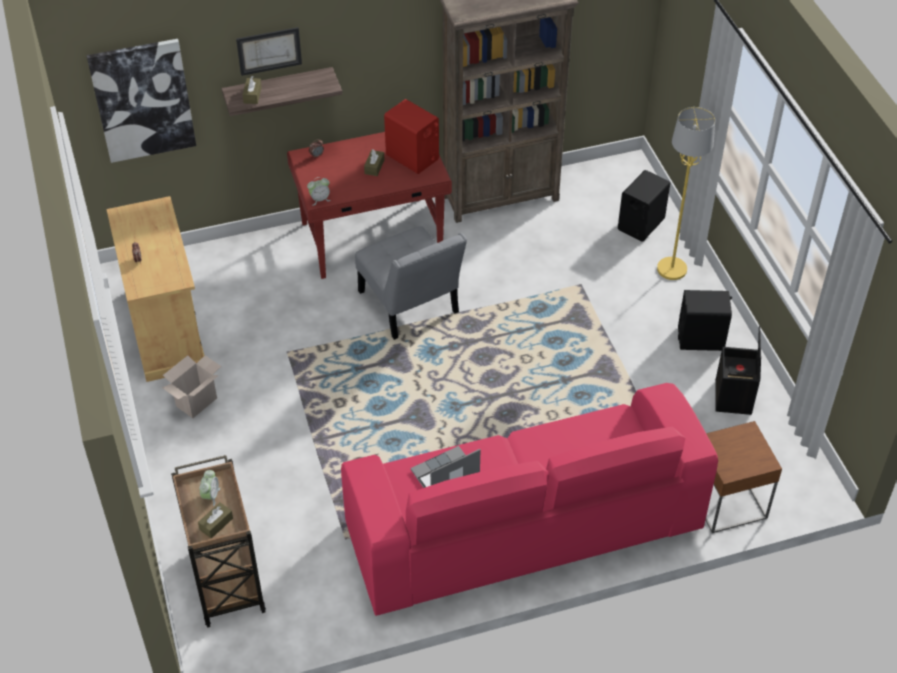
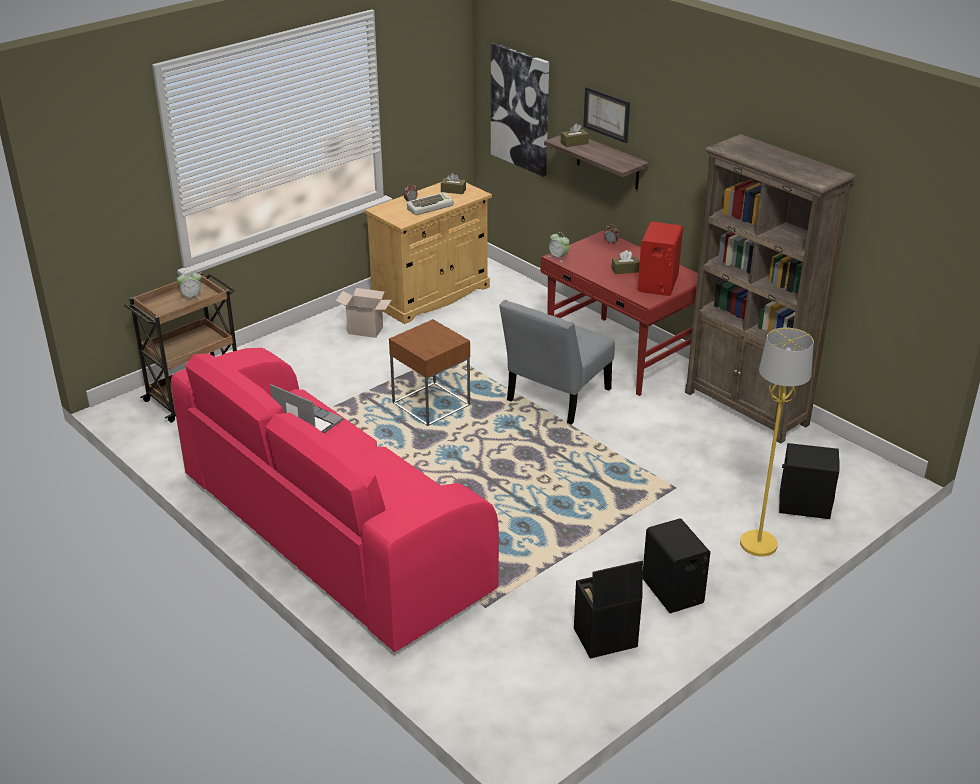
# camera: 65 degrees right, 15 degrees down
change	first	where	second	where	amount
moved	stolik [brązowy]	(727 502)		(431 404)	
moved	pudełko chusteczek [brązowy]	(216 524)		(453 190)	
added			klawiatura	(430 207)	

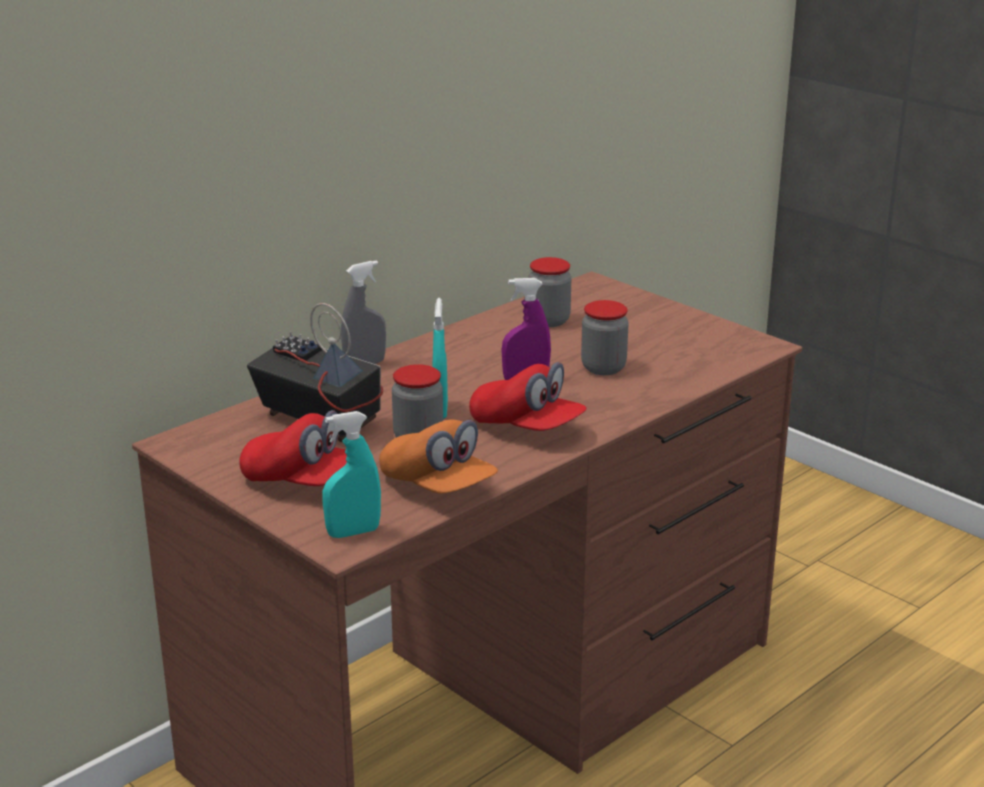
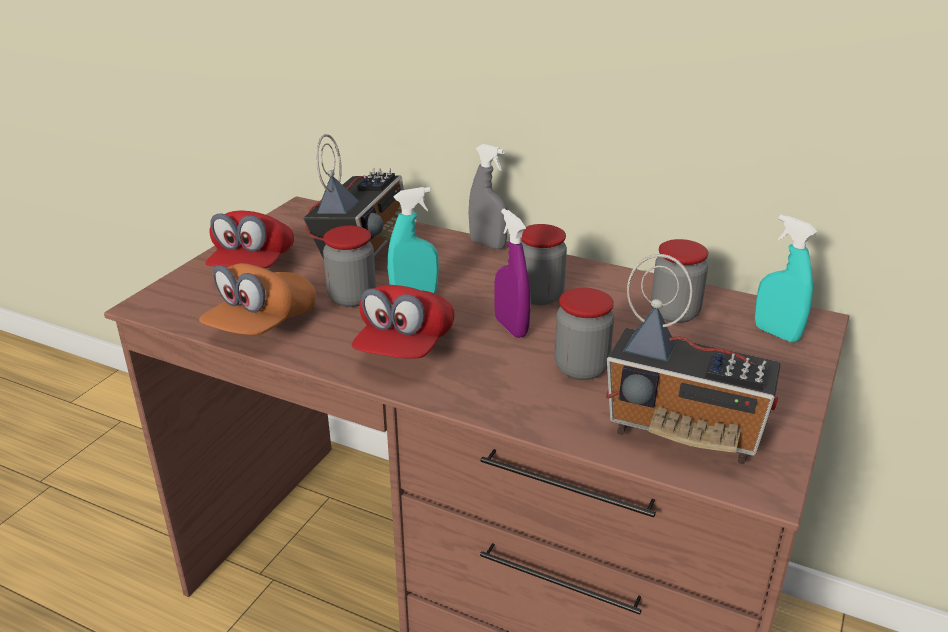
# camera: 70 degrees right, 5 degrees up
change	first	where	second	where	amount
moved	spryskiwacz [turkusowy]	(353 532)		(776 333)	
added			słoik	(539 296)	
added			radio	(685 431)	

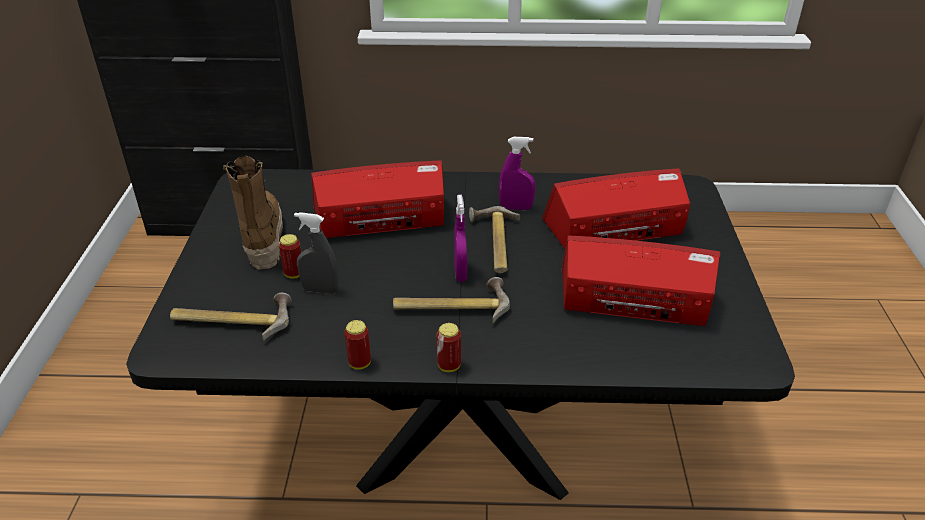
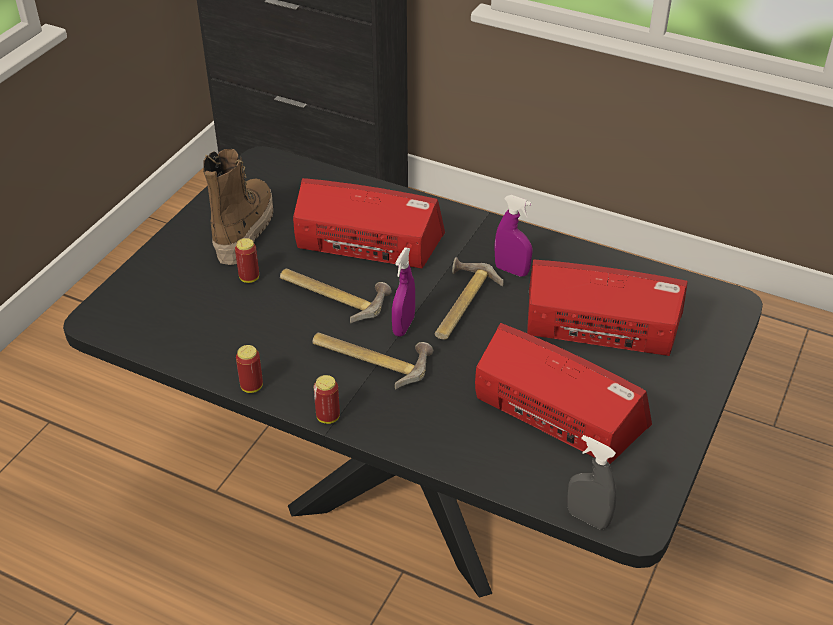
# camera: 25 degrees right, 5 degrees up
change	first	where	second	where	amount
moved	spryskiwacz [szary]	(320 290)		(587 518)	
moved	młotek	(233 320)		(333 295)	

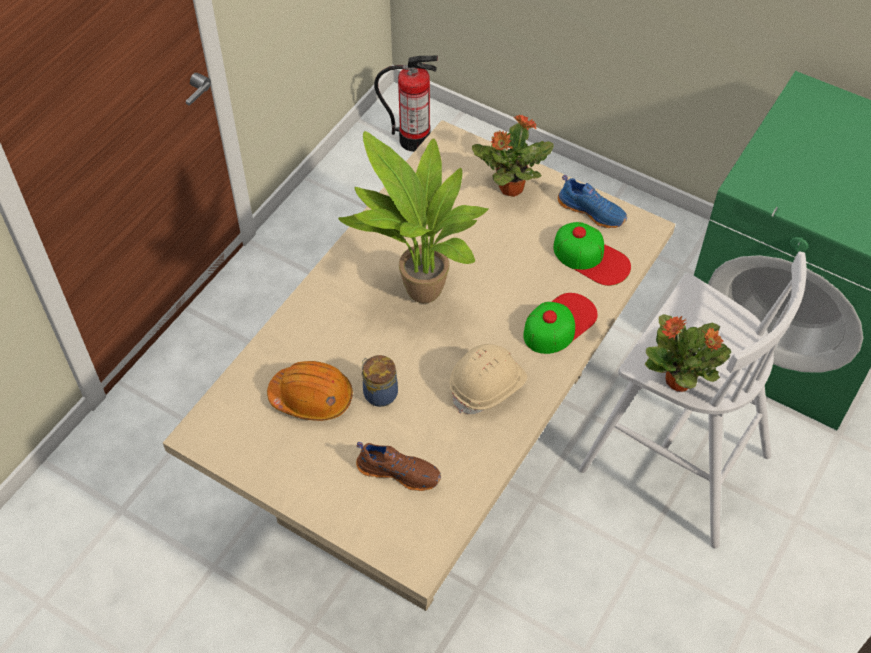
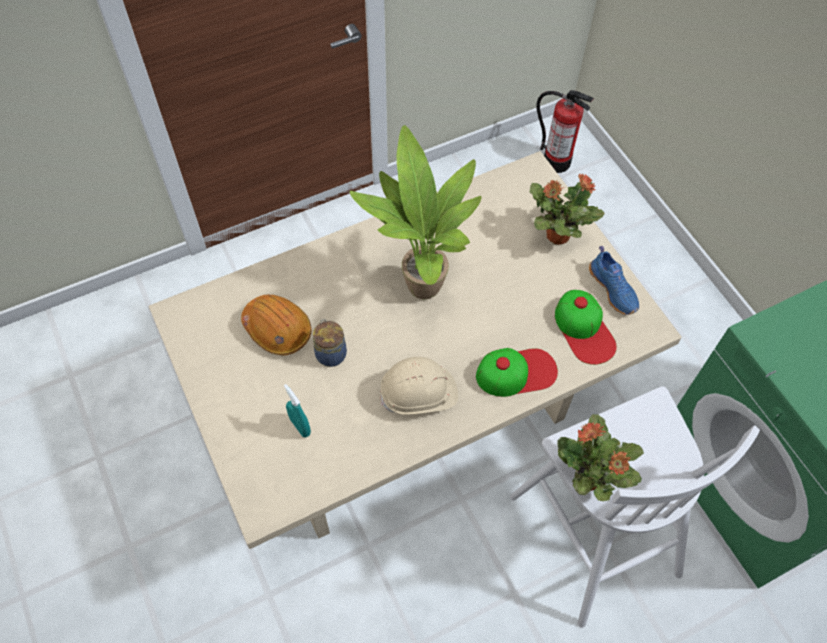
# camera: 30 degrees right, 5 degrees up
change	first	where	second	where	amount
replaced	but [brązowy]	(399 471)	spryskiwacz [turkusowy]	(300 426)	

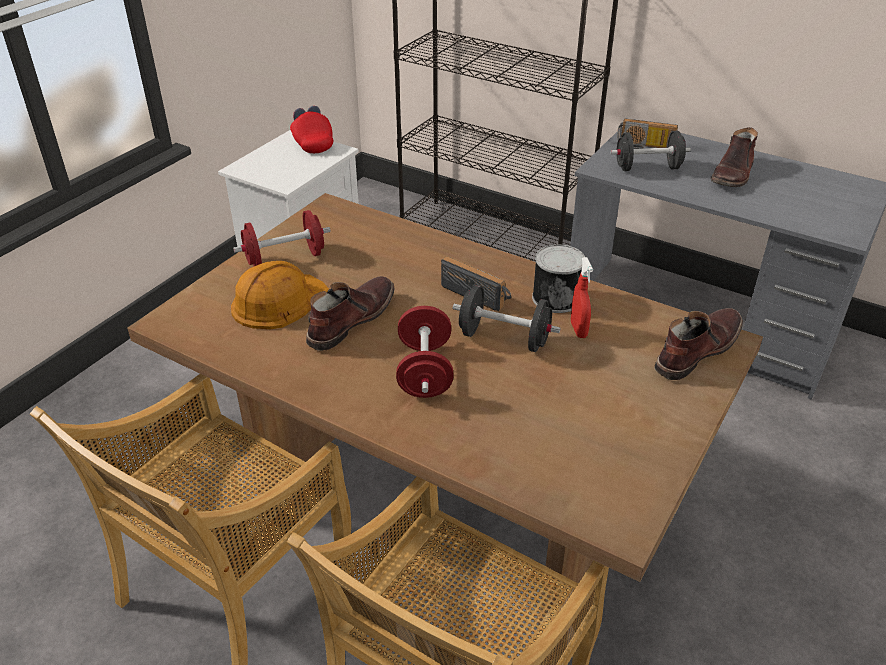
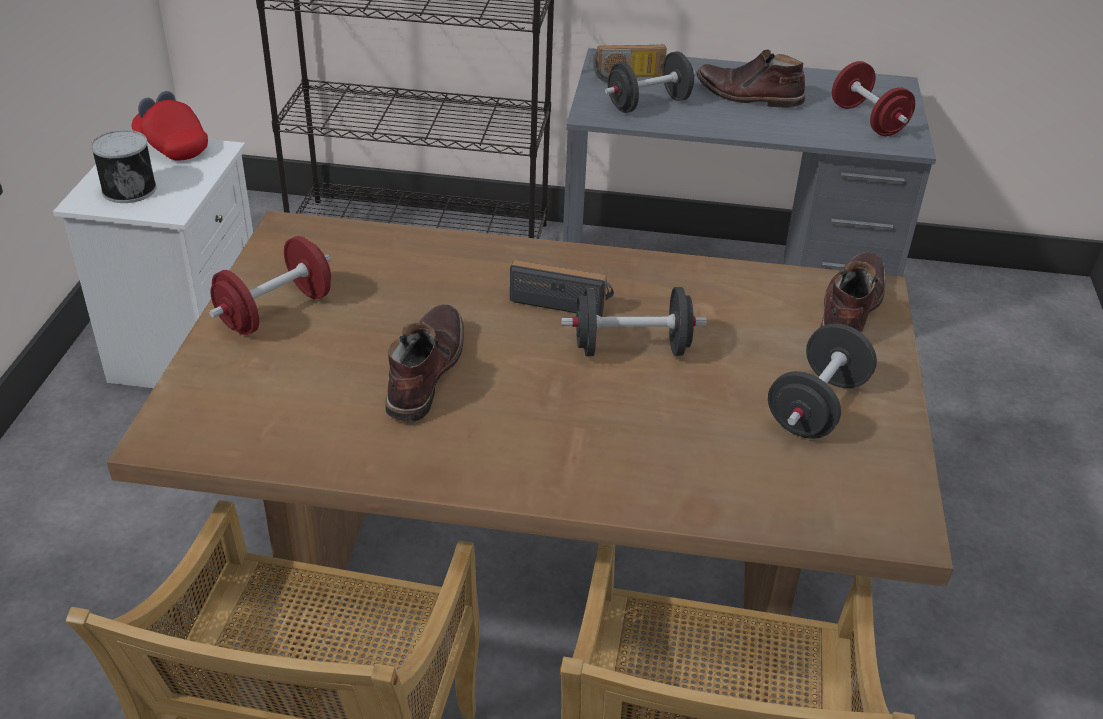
# camera: 25 degrees left, 0 degrees up
change	first	where	second	where	amount
turned	but z cholewką [brązowy]	(733 174)		(748 95)	105 degrees clockwise
moved	puszka	(556 297)		(129 189)	
removed	spryskiwacz [czerwony]	(578 330)			
removed	kask [pomarańczowy]	(279 301)			
moved	hantel [czerwony]	(425 371)		(868 120)	
added			hantel [czarny]	(816 407)	

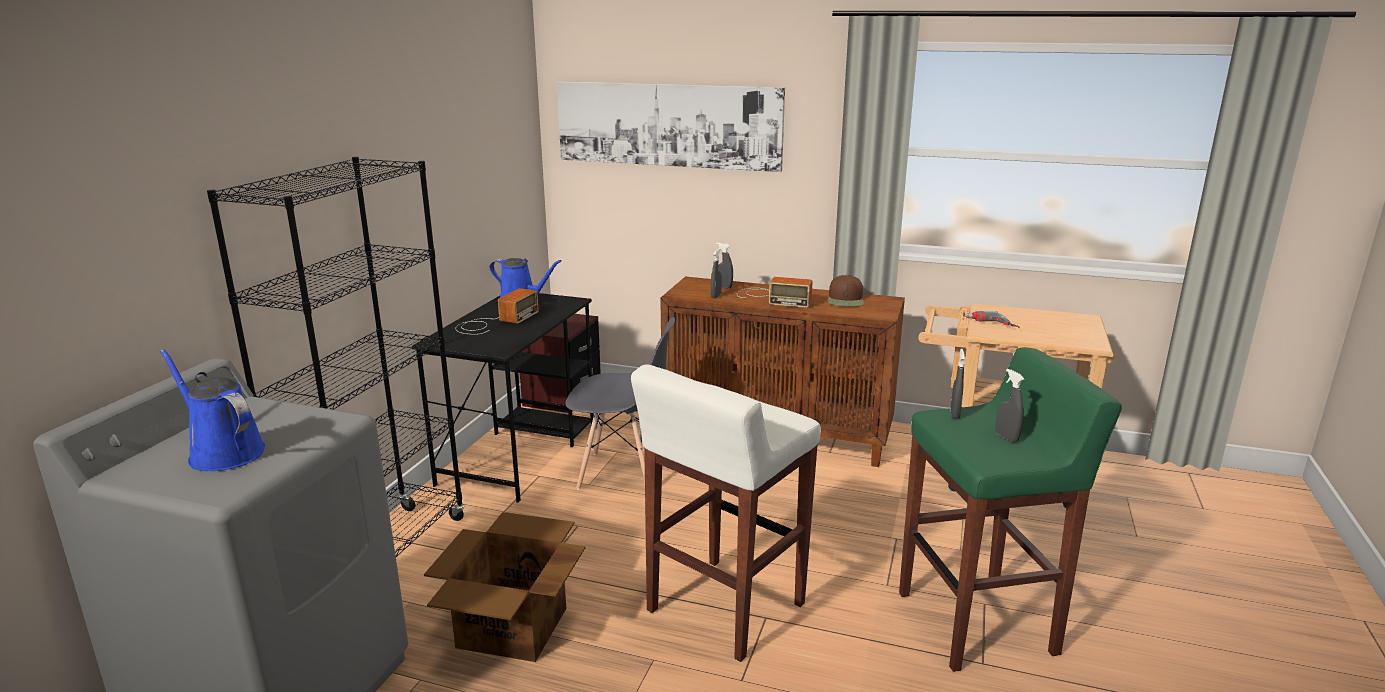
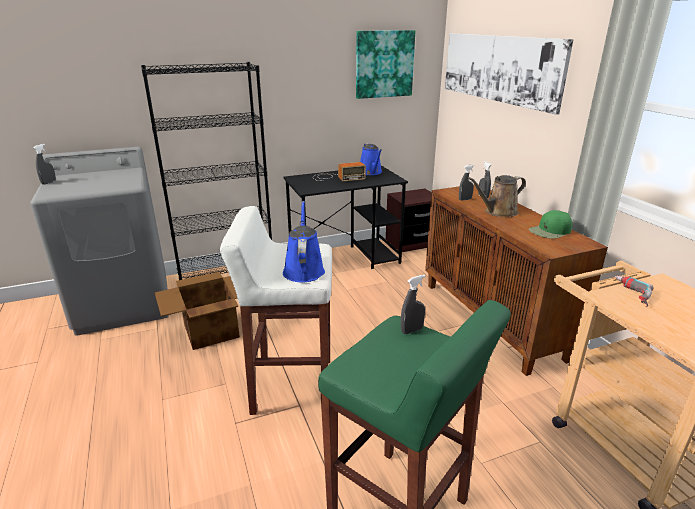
# camera: 50 degrees right, 5 degrees up
change	first	where	second	where	amount
recoloured	czapka z daszkiem [brązowy]	(845 300)	czapka z daszkiem [zielony]	(550 231)	
replaced	radio	(771 297)	konewka [brązowy]	(498 212)	
removed	krzesło [szary]	(622 473)			
moved	konewka [niebieski]	(223 452)		(303 270)	
moved	spryskiwacz [szary]	(1006 437)		(49 182)	
added			obraz	(384 64)	

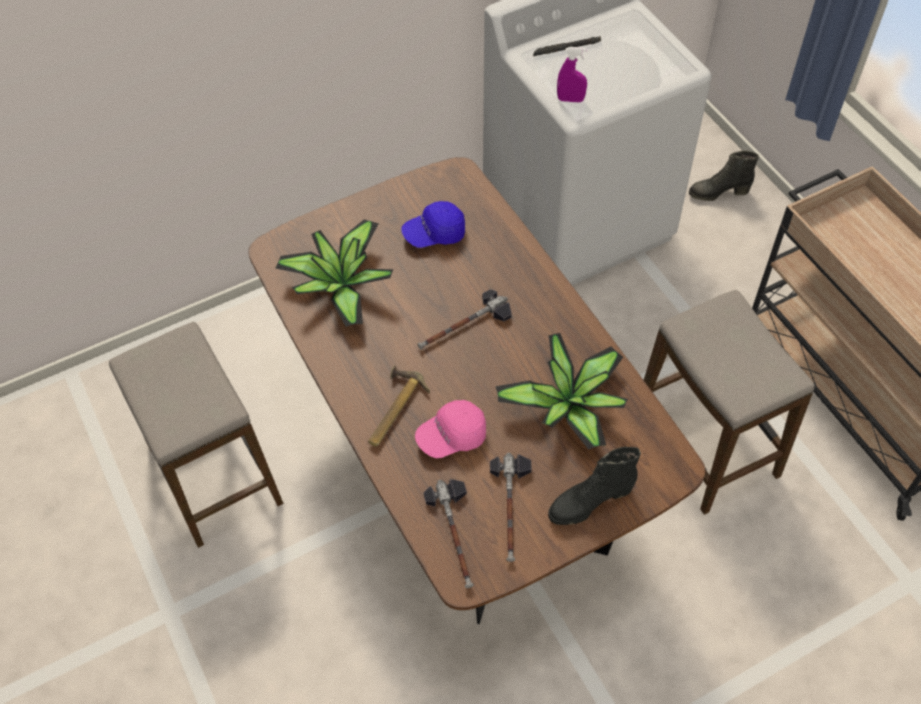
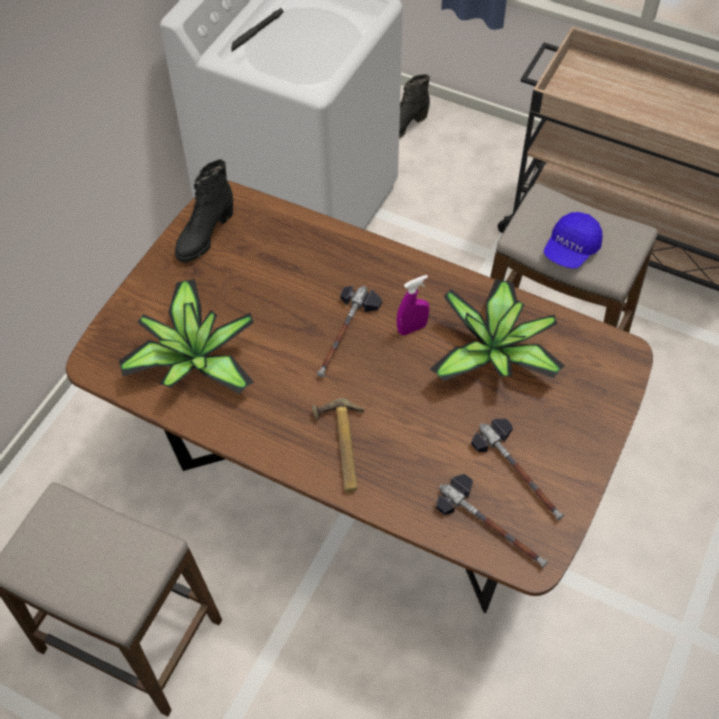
# camera: 35 degrees left, 0 degrees up
change	first	where	second	where	amount
moved	spryskiwacz [fioletowy]	(570 99)		(412 328)	
moved	czapka z daszkiem [niebieski]	(434 234)		(571 250)	
removed	czapka z daszkiem [różowy]	(452 436)			
moved	but z cholewką [czarny]	(590 502)		(205 235)	

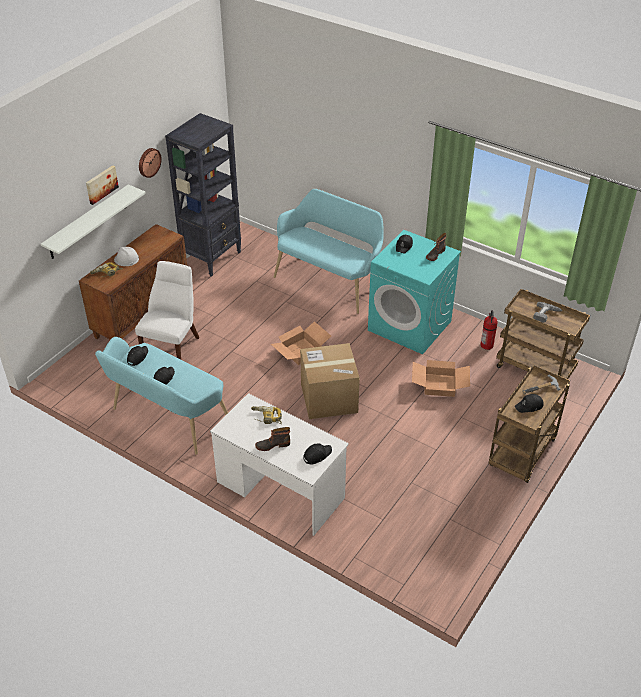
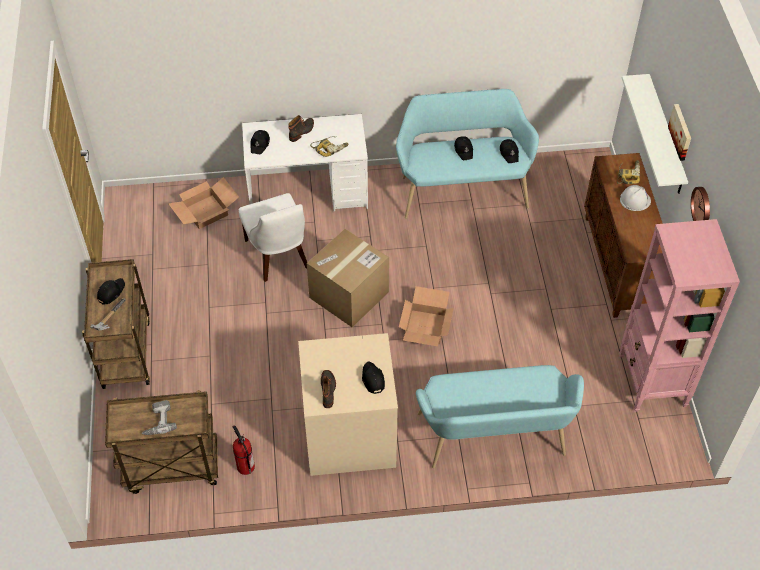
# camera: 140 degrees right, 10 degrees up
change	first	where	second	where	amount
recoloured	regał [czarny]	(212 257)	regał [różowy]	(652 381)	
recoloured	pralka [turkusowy]	(410 326)	pralka [beżowy]	(348 436)	
moved	krzesło [biały]	(173 347)		(278 256)	
moved	karton	(439 385)		(206 211)	

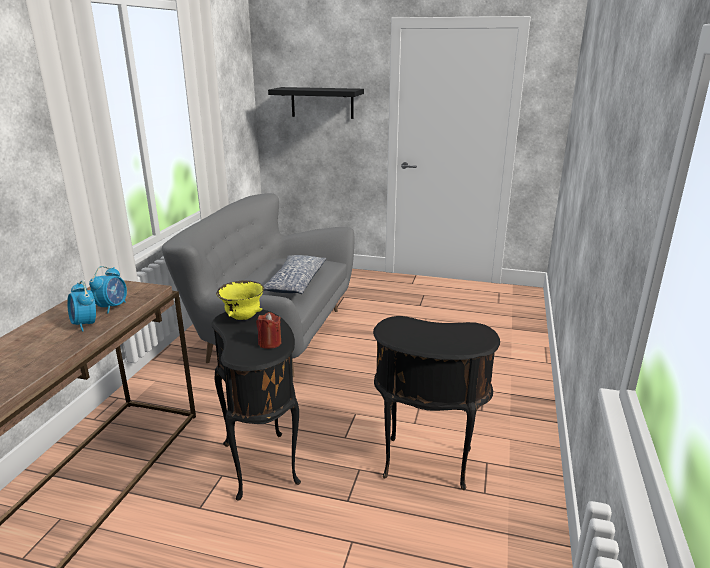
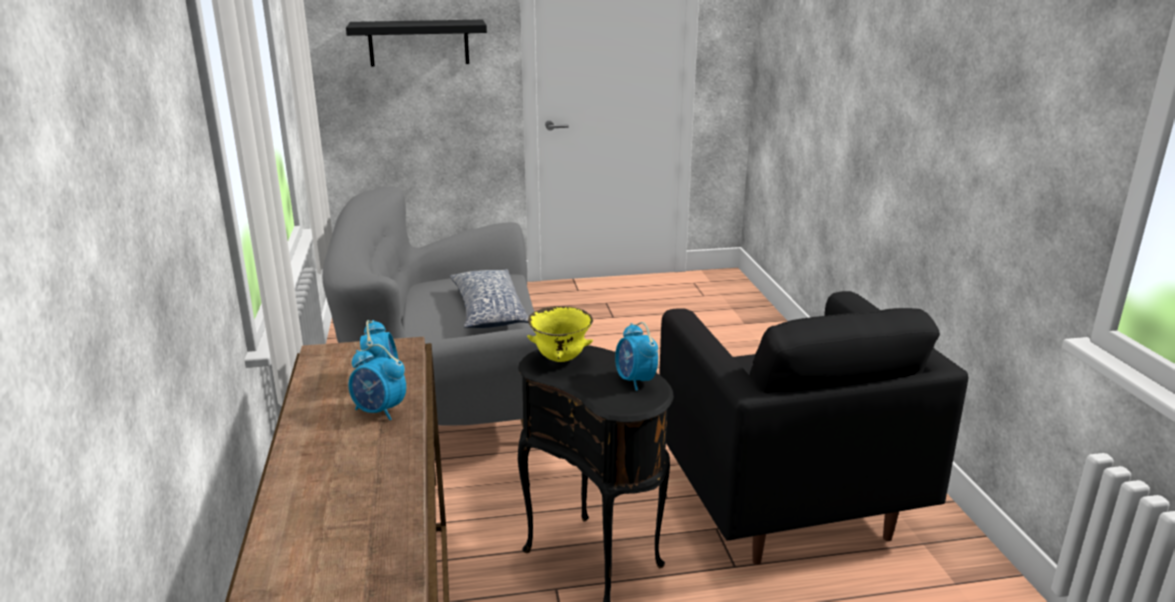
# camera: 25 degrees left, 0 degrees up
change	first	where	second	where	amount
replaced	świeca [czerwony]	(269 343)	budzik	(635 381)	
replaced	stolik [czarny]	(426 465)	fotel [czarny]	(785 501)	

